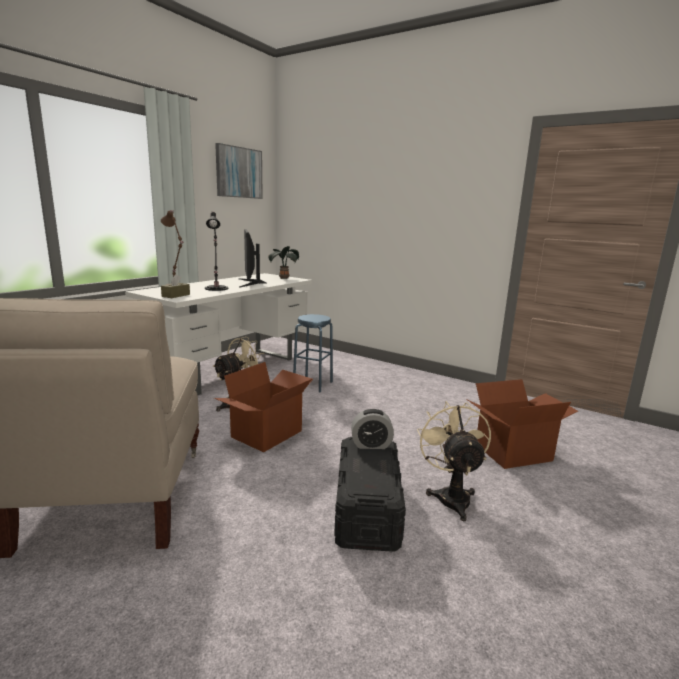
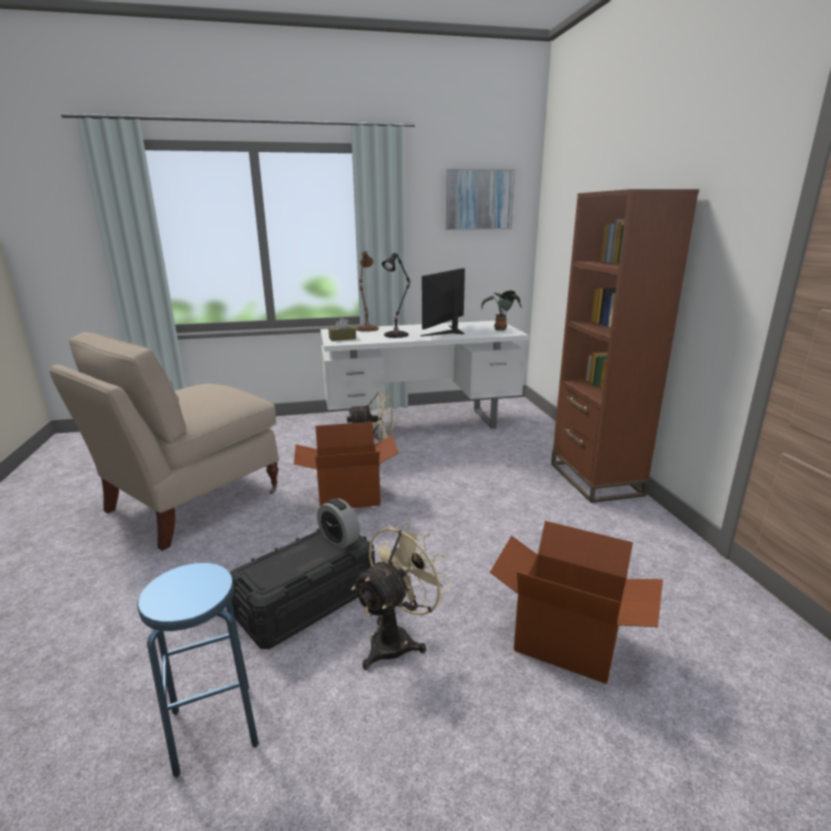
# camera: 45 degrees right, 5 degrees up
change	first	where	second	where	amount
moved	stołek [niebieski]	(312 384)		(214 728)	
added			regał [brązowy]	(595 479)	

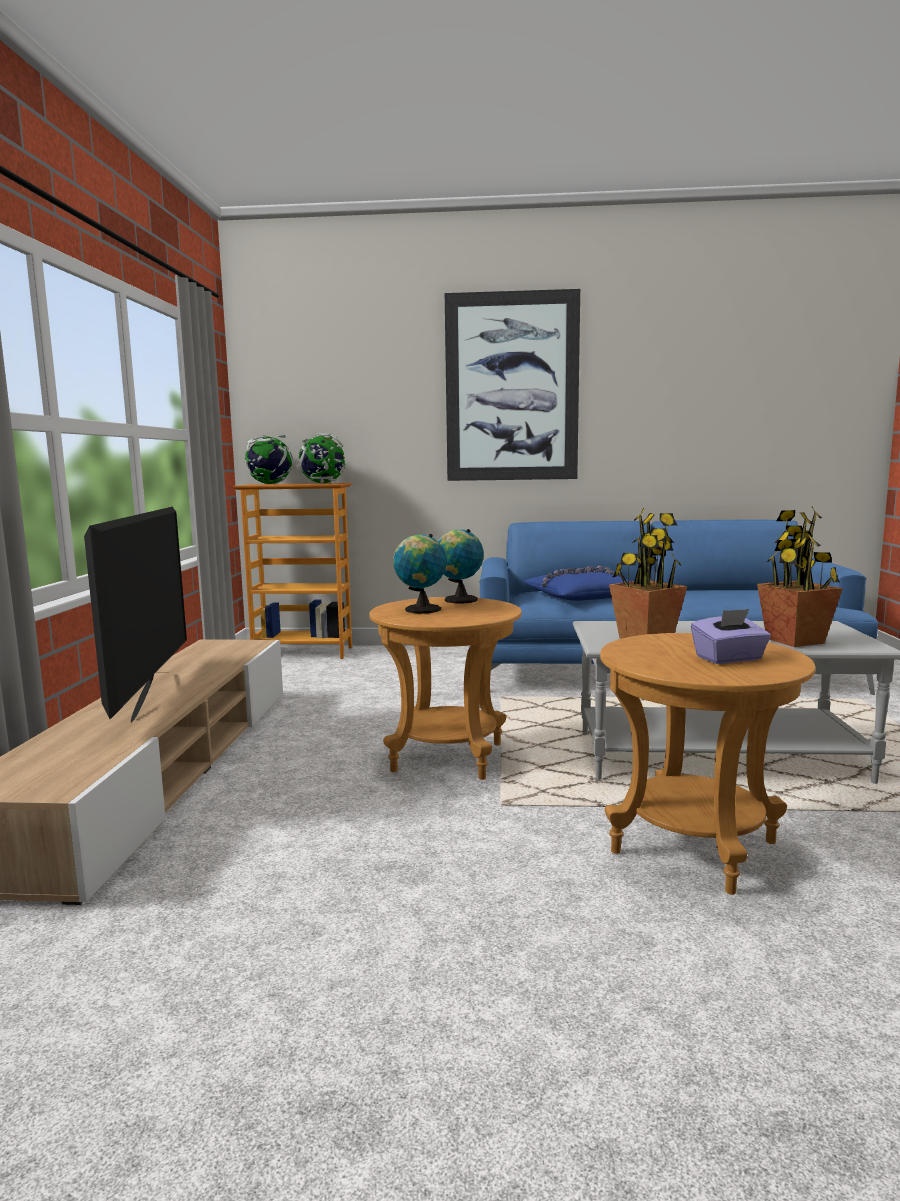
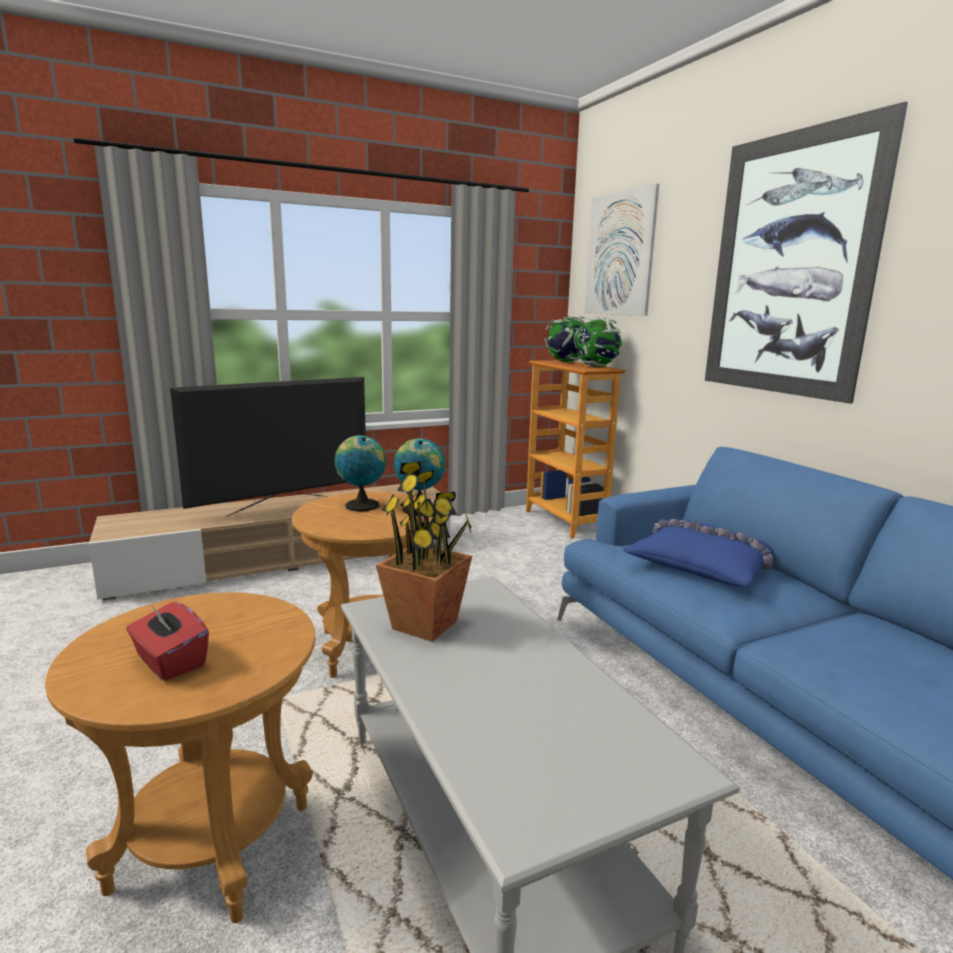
# camera: 60 degrees right, 5 degrees up
change	first	where	second	where	amount
removed	roślina doniczkowa	(795 641)			
recoloured	pudełko chusteczek [fioletowy]	(729 659)	pudełko chusteczek [czerwony]	(170 662)	
added			obraz	(619 254)	

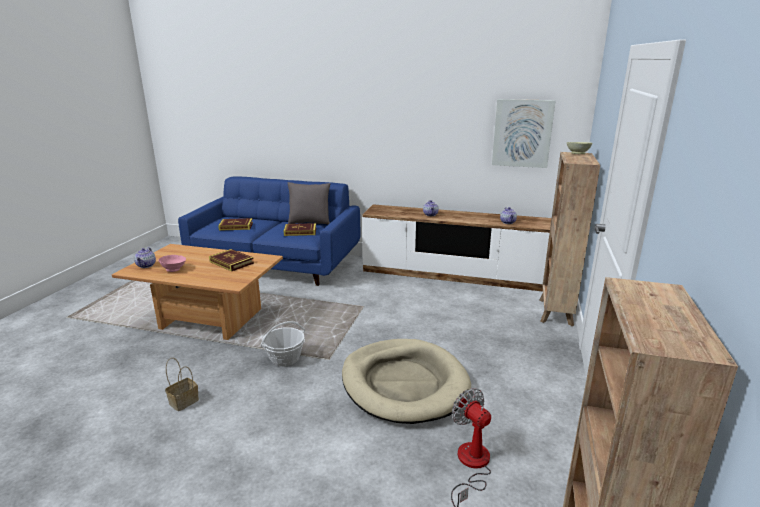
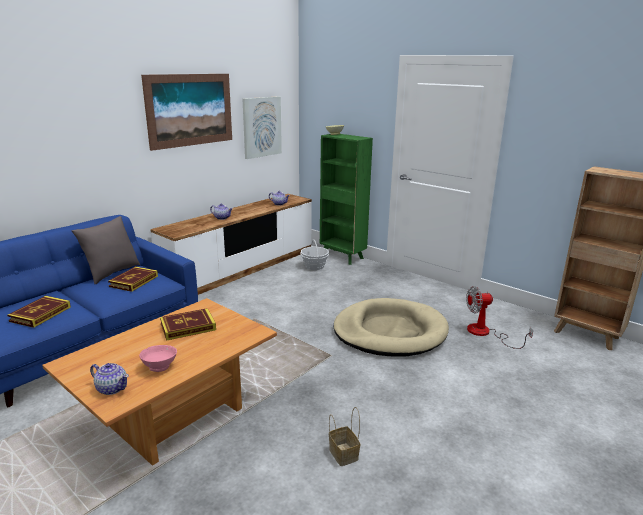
# camera: 65 degrees left, 0 degrees up
change	first	where	second	where	amount
recoloured	regał [brązowy]	(555 313)	regał [zielony]	(342 257)	
moved	koszyk	(285 358)		(314 266)	
added			obraz	(190 110)	

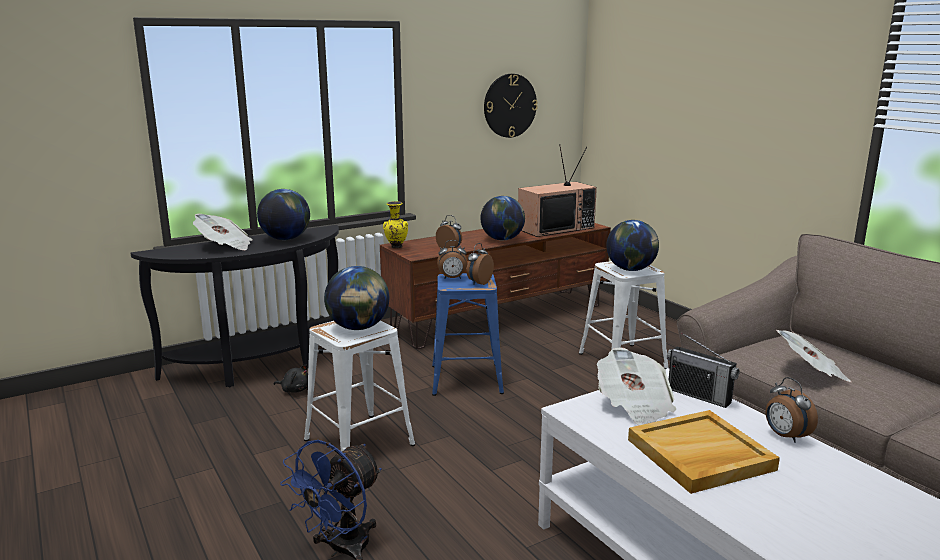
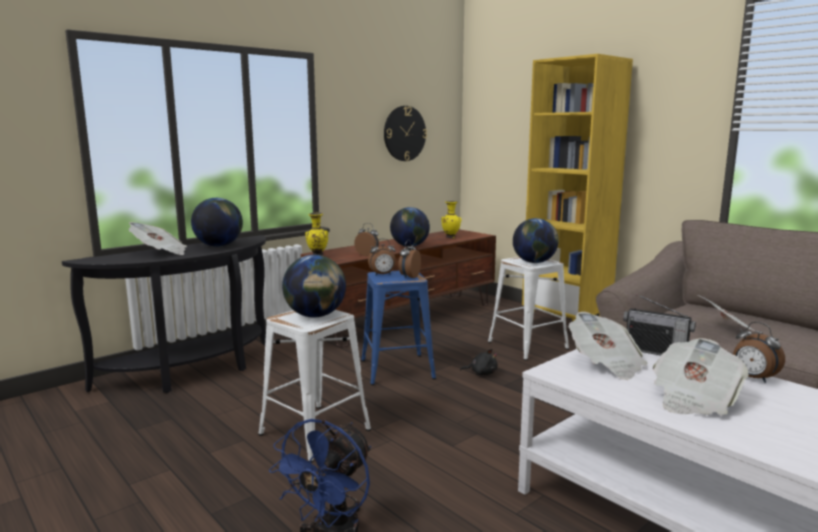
# camera: 10 degrees left, 5 degrees down
change	first	where	second	where	amount
replaced	telewizor	(556 228)	wazon [żółty]	(450 237)	
moved	pluszak [czarny]	(295 390)		(481 373)	
replaced	taca [beżowy]	(699 455)	gazeta	(693 399)	
added			regał [żółty]	(566 326)	

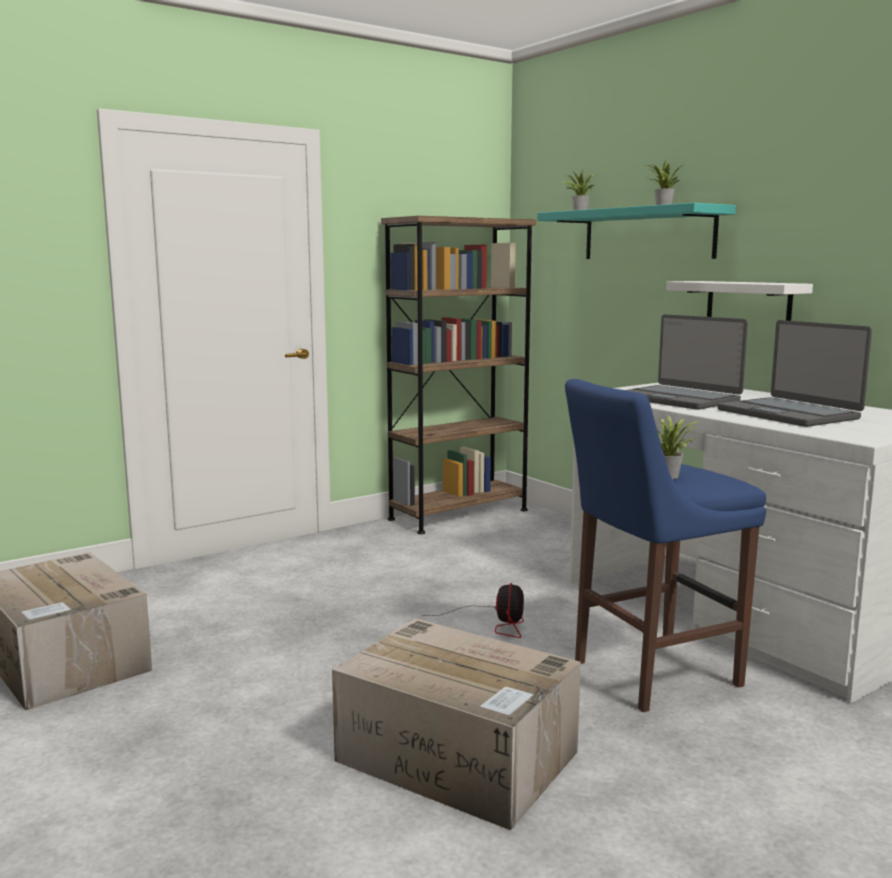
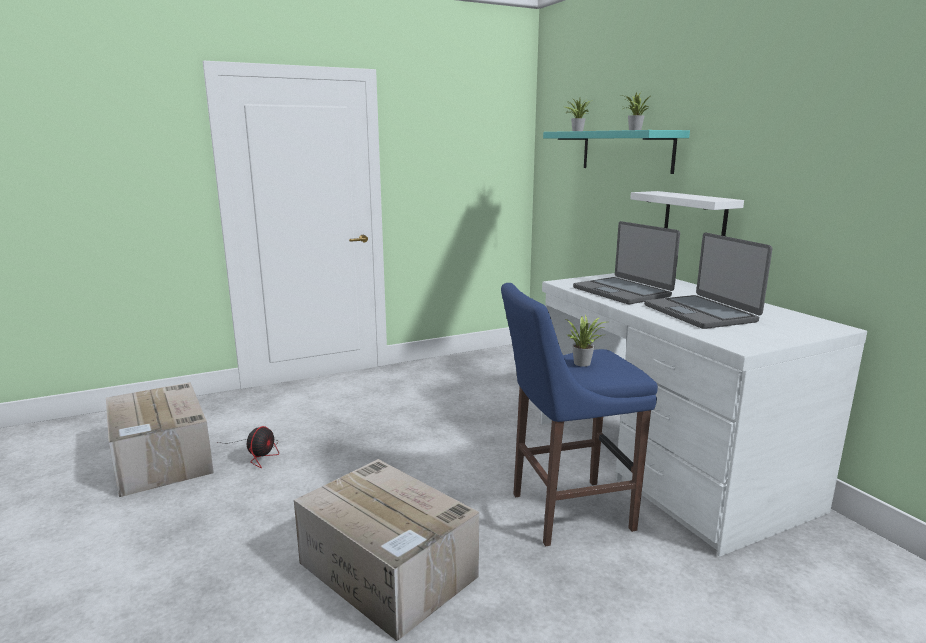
# camera: 10 degrees right, 5 degrees up
change	first	where	second	where	amount
removed	regał [brązowy]	(458 514)			
moved	wentylator	(495 623)		(259 454)	

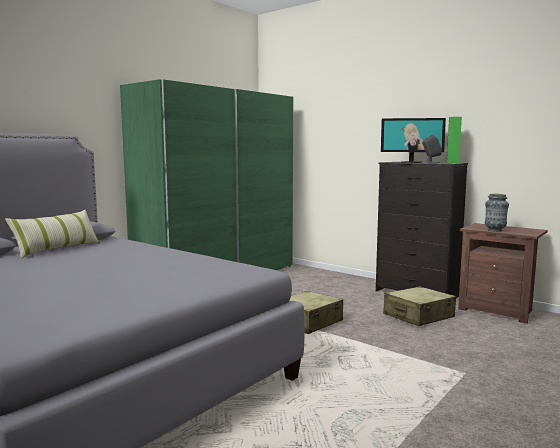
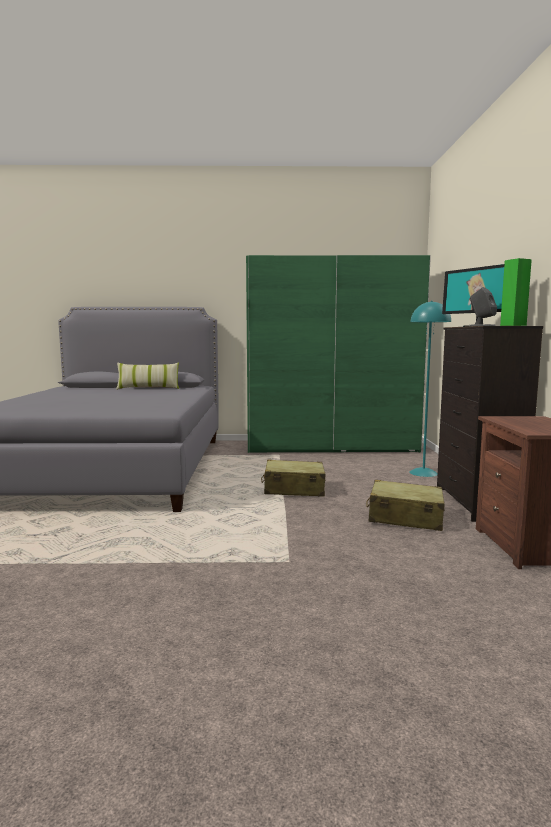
# camera: 50 degrees right, 0 degrees up
change	first	where	second	where	amount
removed	wazon	(495 230)			
added			lampa stojąca [turkusowy]	(423 473)	

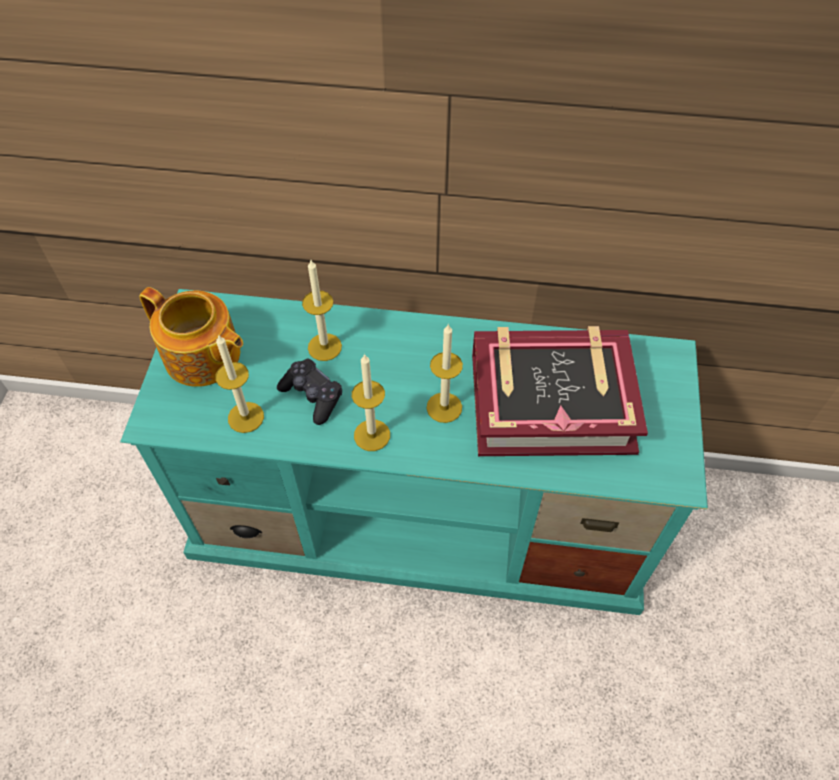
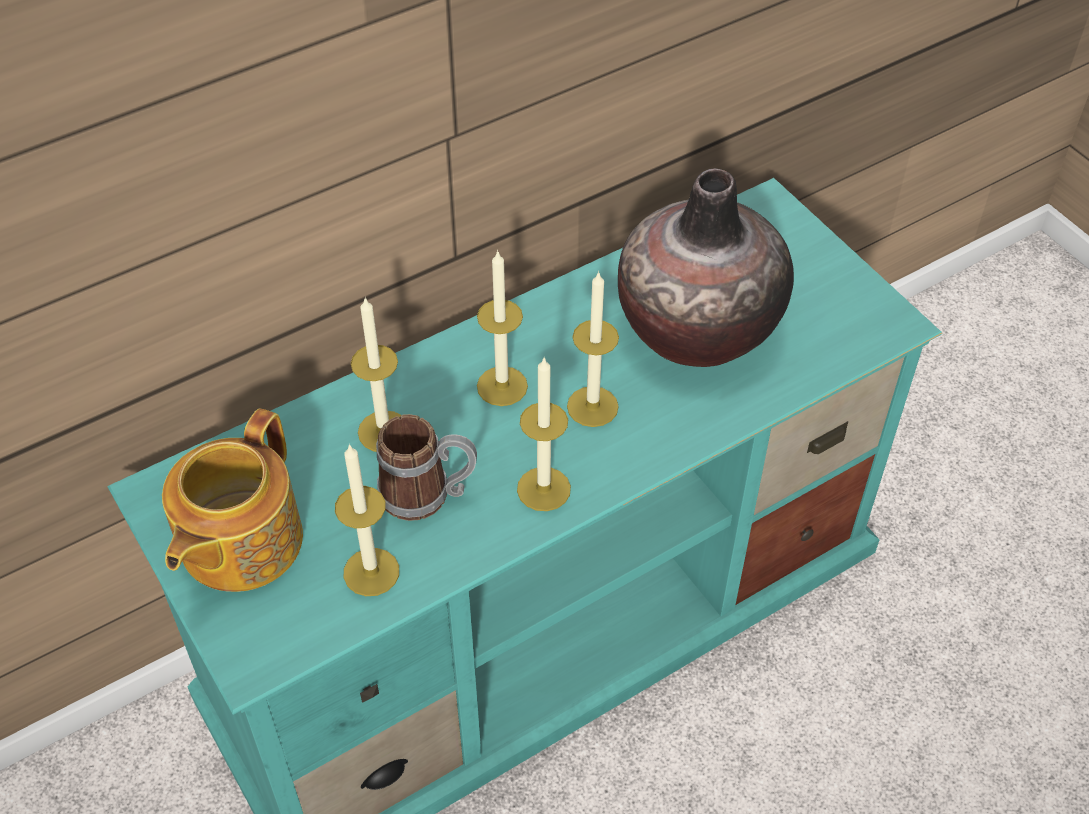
# camera: 40 degrees left, 5 degrees down
change	first	where	second	where	amount
turned	imbryk	(203 357)		(238 542)	120 degrees clockwise
replaced	książka	(551 401)	wazon	(697 327)	
replaced	pad do gier [czarny]	(312 396)	kubek	(428 494)	
added			świeca	(502 386)	

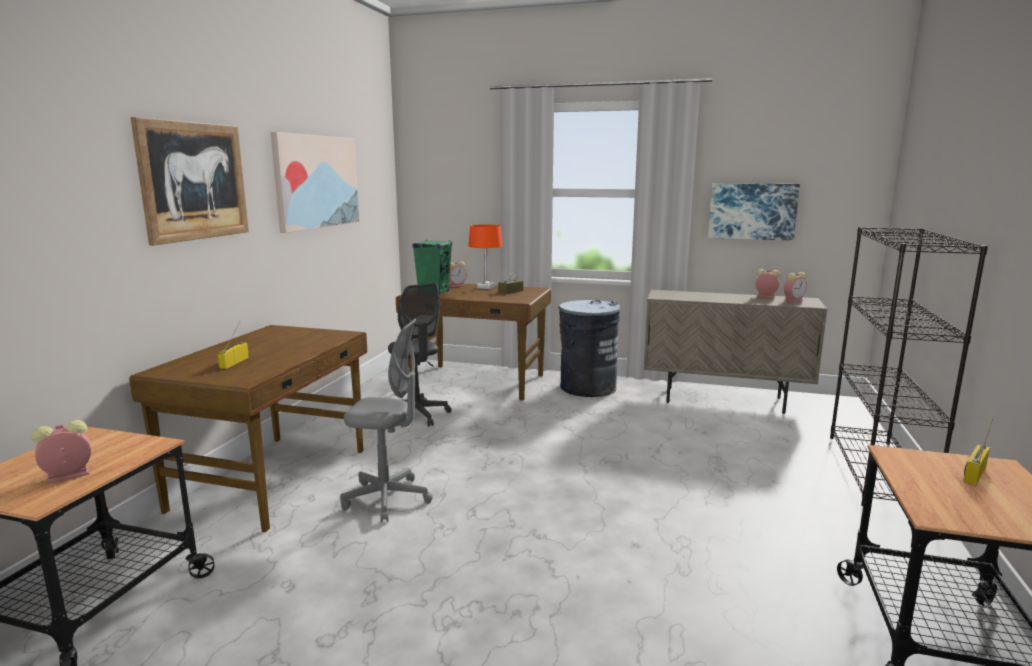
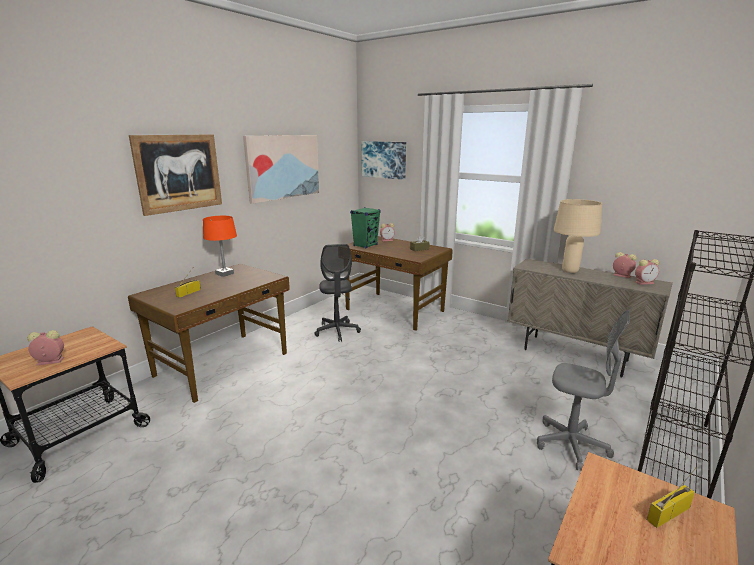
# camera: 20 degrees right, 5 degrees up
change	first	where	second	where	amount
moved	obraz	(752 211)		(384 159)	
moved	lampa stołowa [pomarańczowy]	(485 287)		(224 274)	
removed	kosz na śmieci [szary]	(587 387)			
moved	krzesło biurowe [szary]	(387 499)		(571 445)	
added			lampa stołowa [beżowy]	(569 271)	

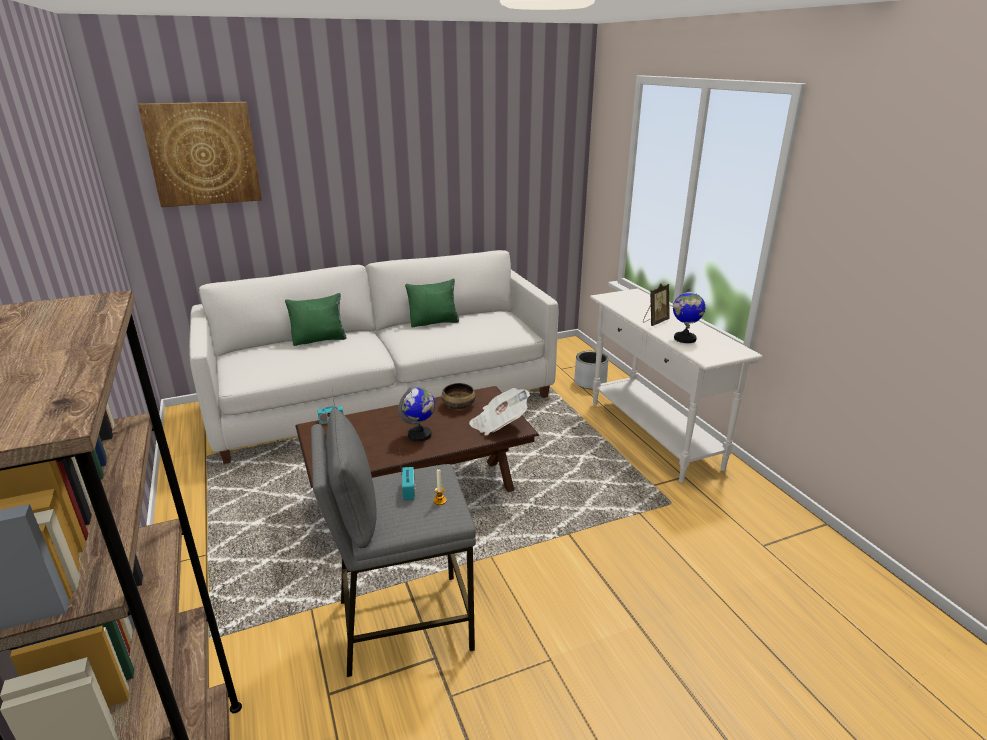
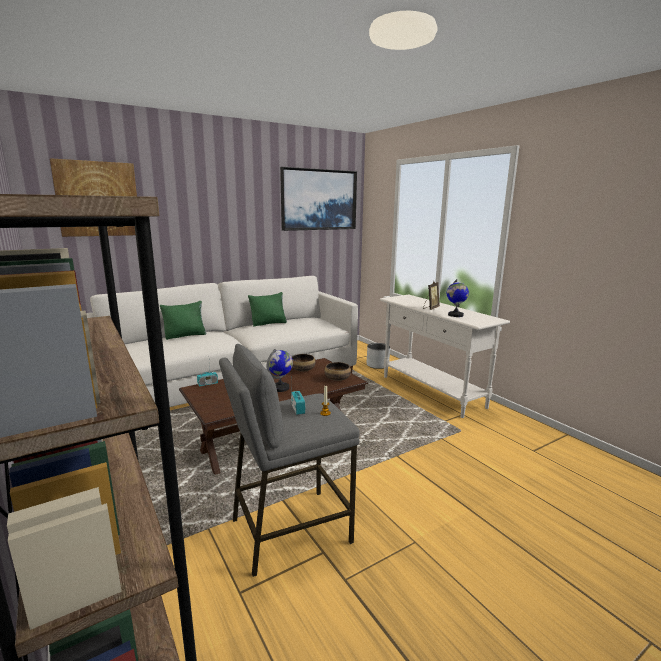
# camera: 10 degrees left, 10 degrees down
change	first	where	second	where	amount
replaced	gazeta	(499 424)	miska	(337 378)	
added			obraz	(319 200)	

